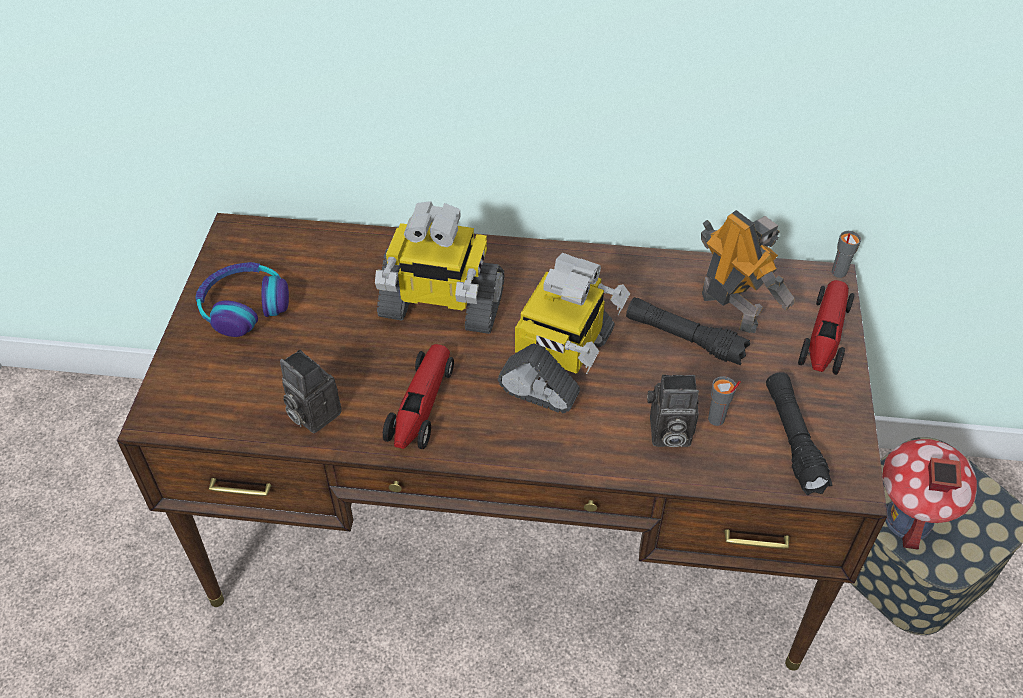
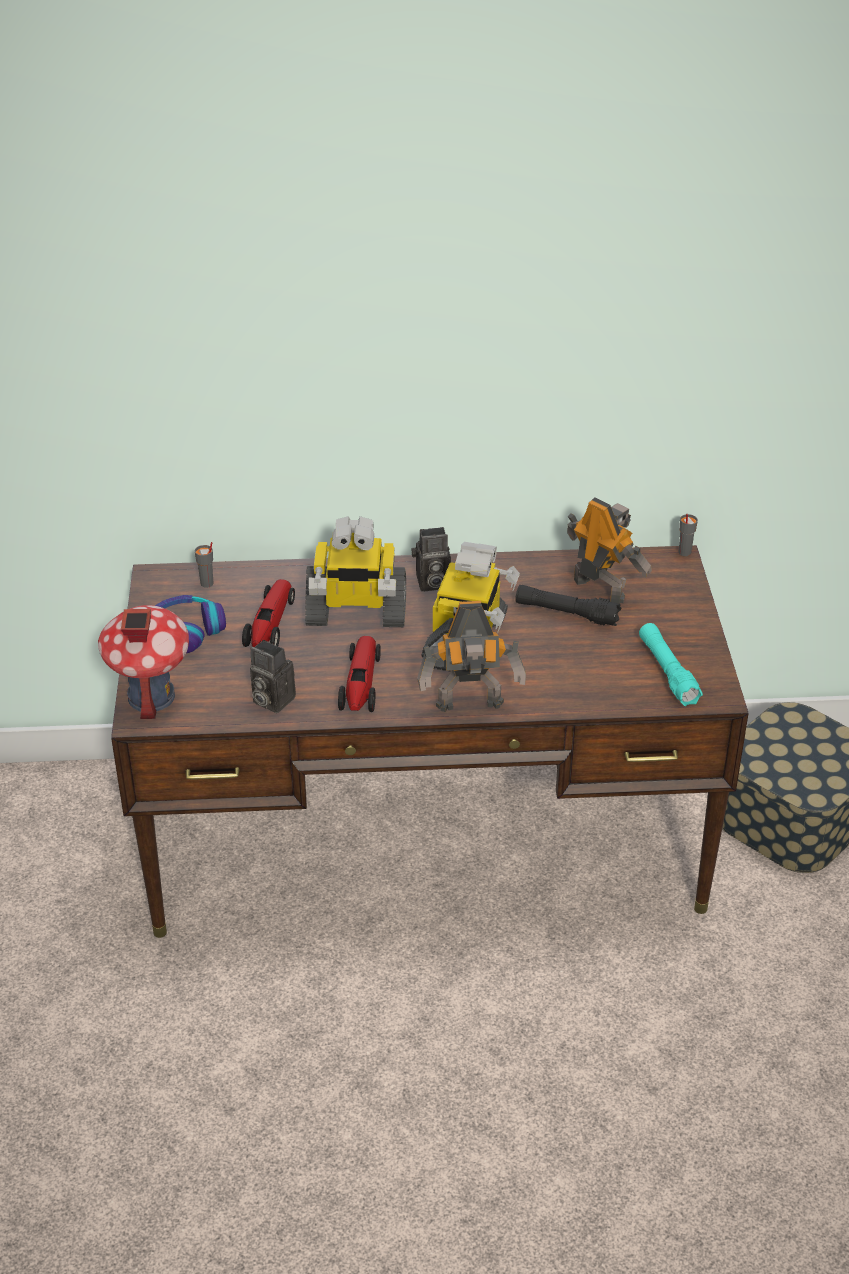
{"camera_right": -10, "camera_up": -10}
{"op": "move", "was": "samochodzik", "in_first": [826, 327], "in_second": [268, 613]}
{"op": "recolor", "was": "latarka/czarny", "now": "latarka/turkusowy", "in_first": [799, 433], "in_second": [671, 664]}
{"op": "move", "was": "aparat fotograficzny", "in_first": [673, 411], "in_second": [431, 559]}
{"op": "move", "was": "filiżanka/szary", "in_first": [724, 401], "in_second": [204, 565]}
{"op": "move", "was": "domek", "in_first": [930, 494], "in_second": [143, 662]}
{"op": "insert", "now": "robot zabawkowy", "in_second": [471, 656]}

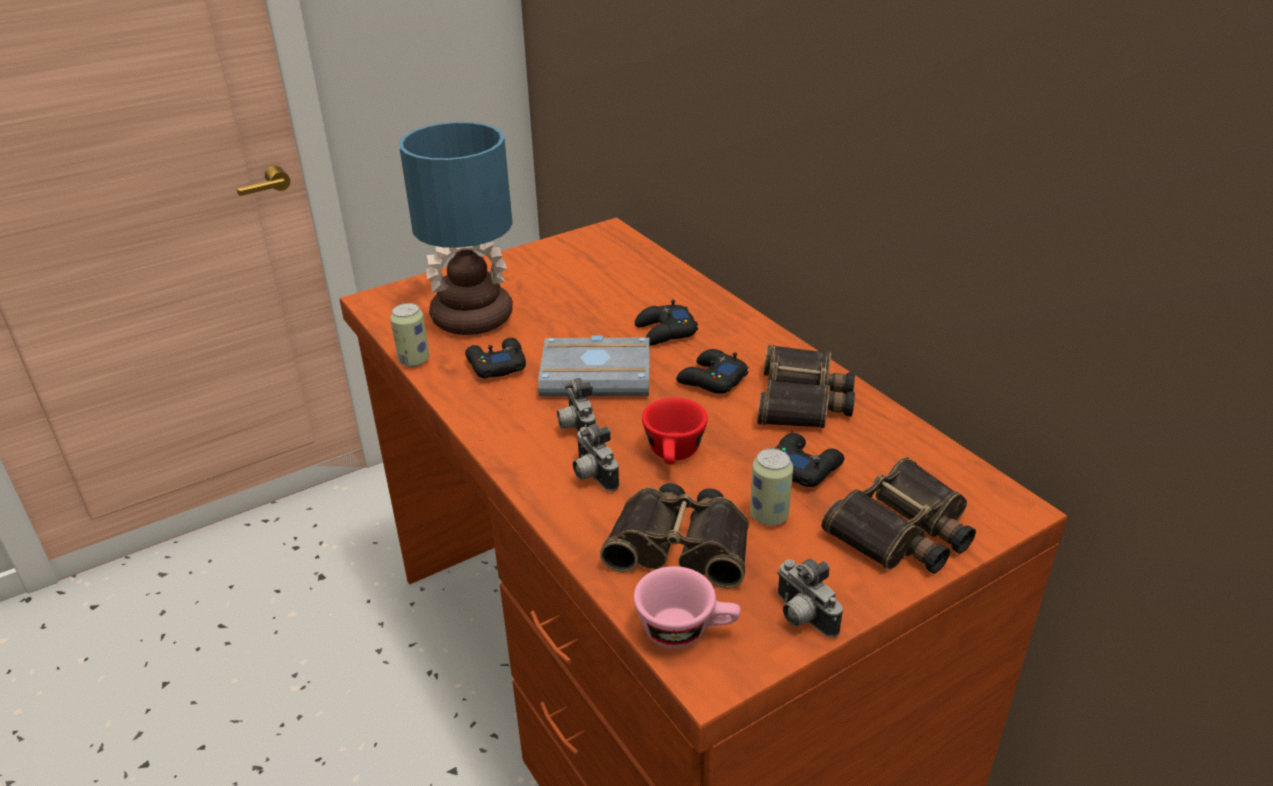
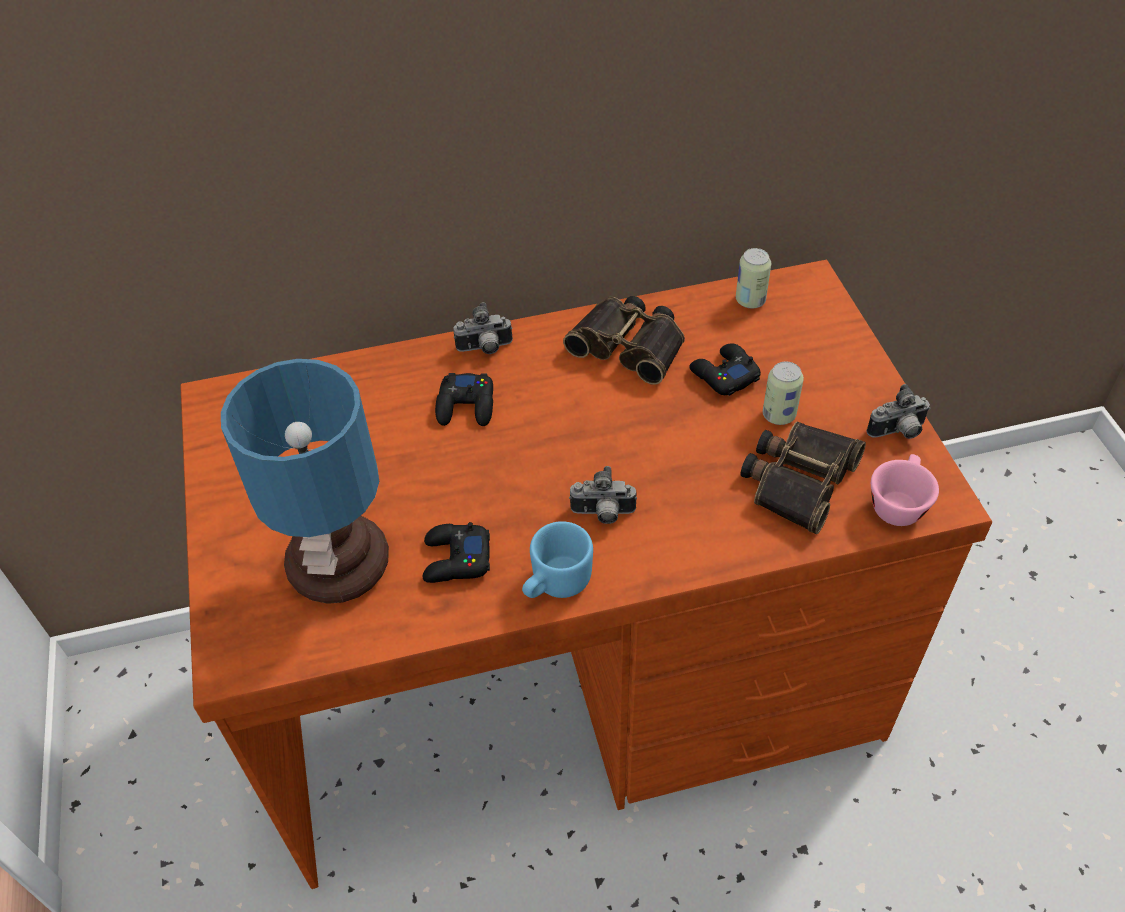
{"camera_right": -70, "camera_up": 15}
{"op": "move", "was": "puszka", "in_first": [409, 335], "in_second": [753, 278]}
{"op": "delete", "was": "książka/szary", "in_first": [594, 365]}
{"op": "delete", "was": "pad do gier/czarny", "in_first": [712, 371]}
{"op": "delete", "was": "filiżanka/czerwony", "in_first": [675, 431]}
{"op": "move", "was": "aparat fotograficzny", "in_first": [596, 457], "in_second": [483, 328]}
{"op": "delete", "was": "lornetka", "in_first": [898, 515]}
{"op": "insert", "now": "kubek/niebieski", "in_second": [557, 559]}

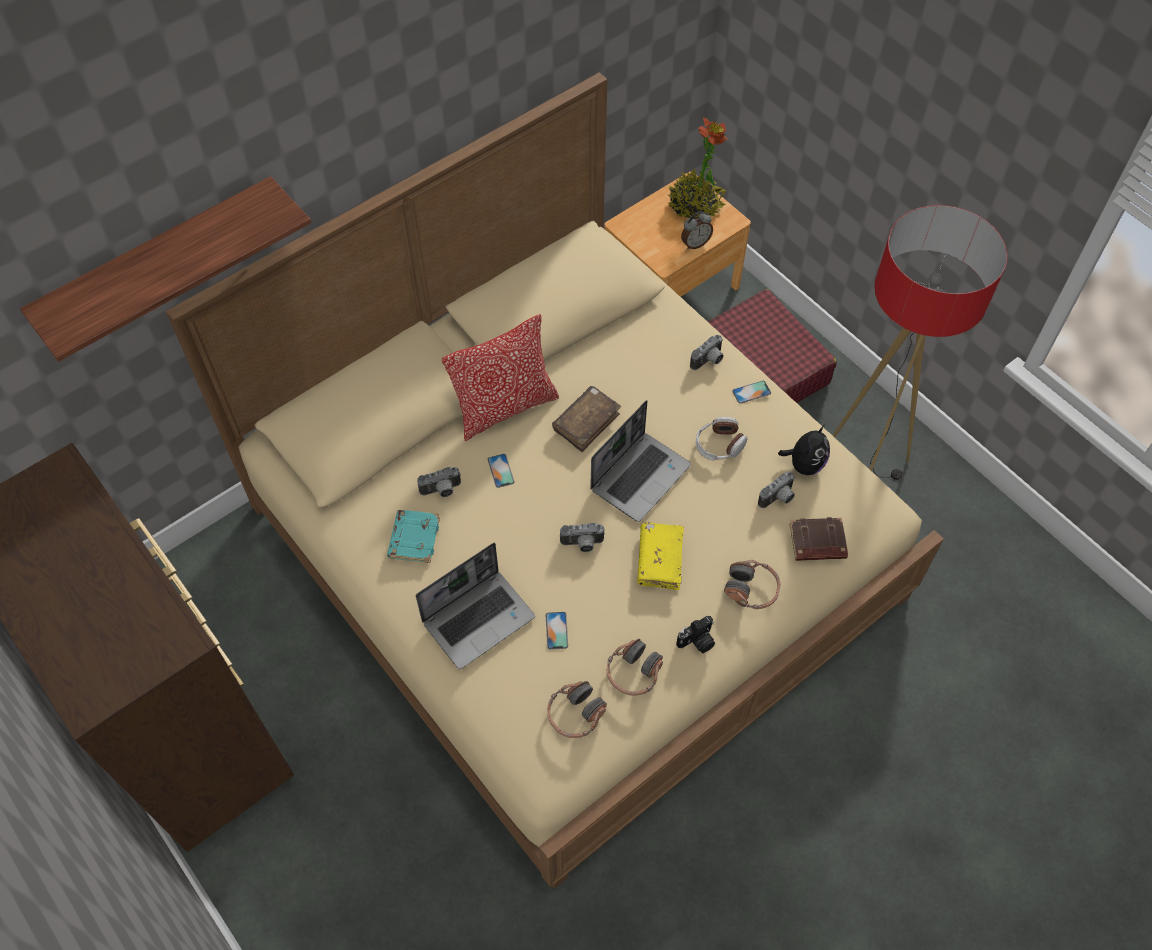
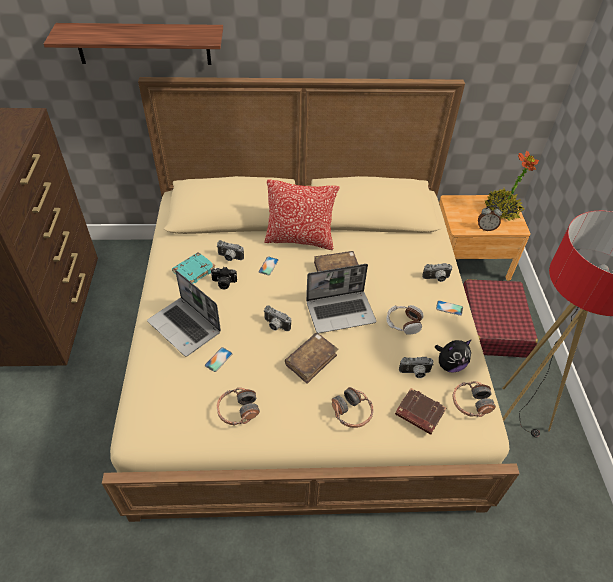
{"camera_right": 35, "camera_up": -10}
{"op": "recolor", "was": "książka/żółty", "now": "książka/brązowy", "in_first": [660, 556], "in_second": [312, 358]}
{"op": "rotate", "was": "laptop", "in_first": [475, 605], "in_second": [184, 313], "clockwise": 45}
{"op": "move", "was": "aparat fotograficzny", "in_first": [695, 634], "in_second": [224, 278]}
{"op": "move", "was": "słuchawki", "in_first": [577, 709], "in_second": [474, 399]}

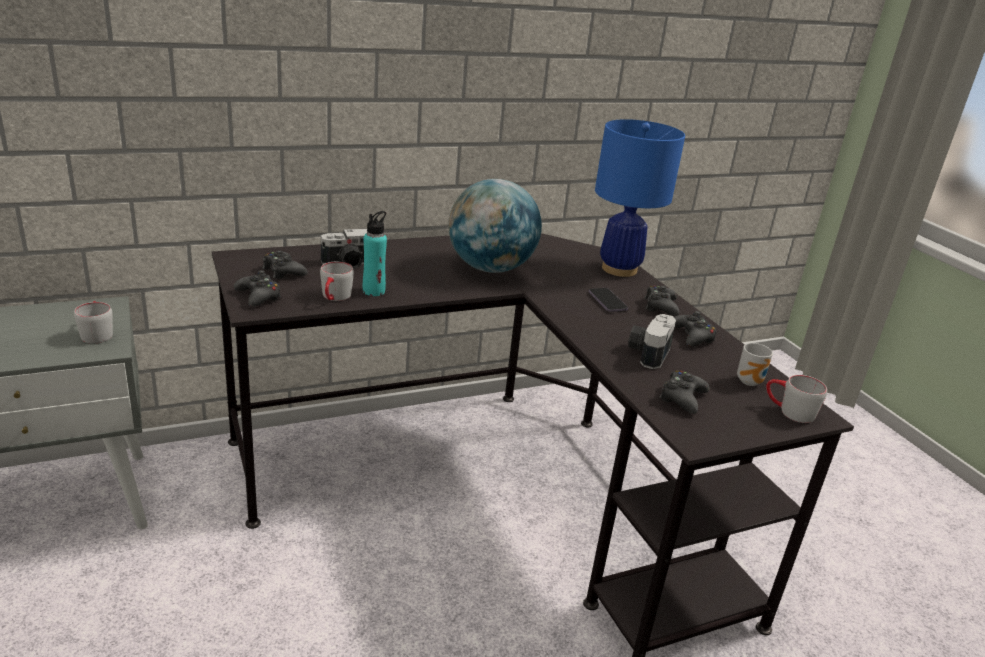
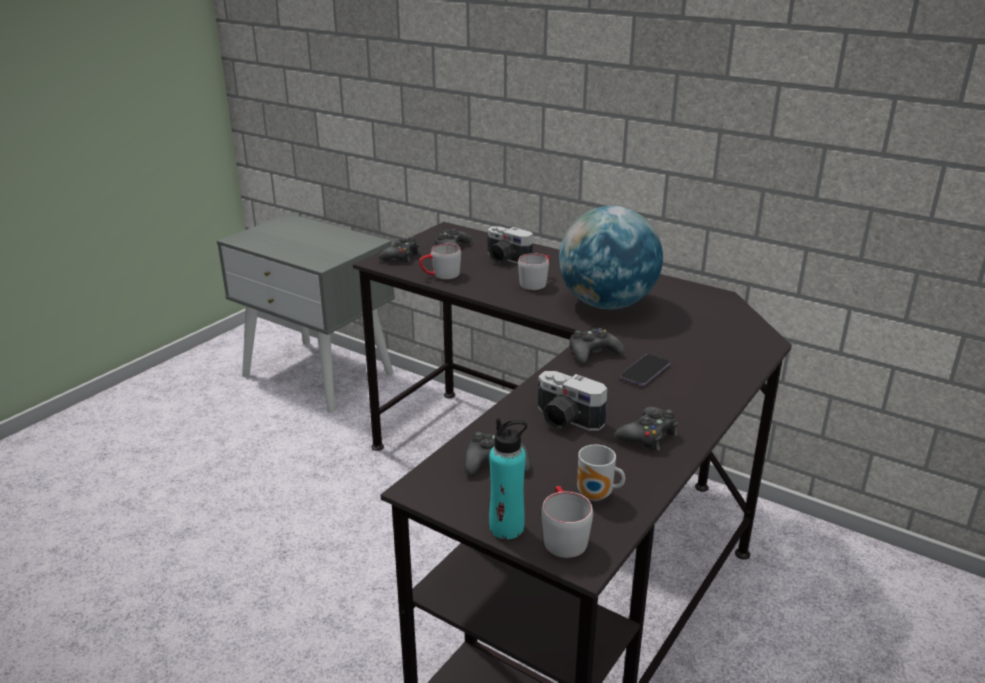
{"camera_right": 60, "camera_up": 0}
{"op": "delete", "was": "lampa stołowa/niebieski", "in_first": [640, 198]}
{"op": "move", "was": "butelka/turkusowy", "in_first": [375, 253], "in_second": [508, 478]}
{"op": "move", "was": "pad do gier/czarny", "in_first": [661, 301], "in_second": [597, 345]}
{"op": "move", "was": "kubek/szary", "in_first": [93, 322], "in_second": [534, 271]}
{"op": "rotate", "was": "aparat fotograficzny", "in_first": [652, 341], "in_second": [572, 401], "clockwise": -135}

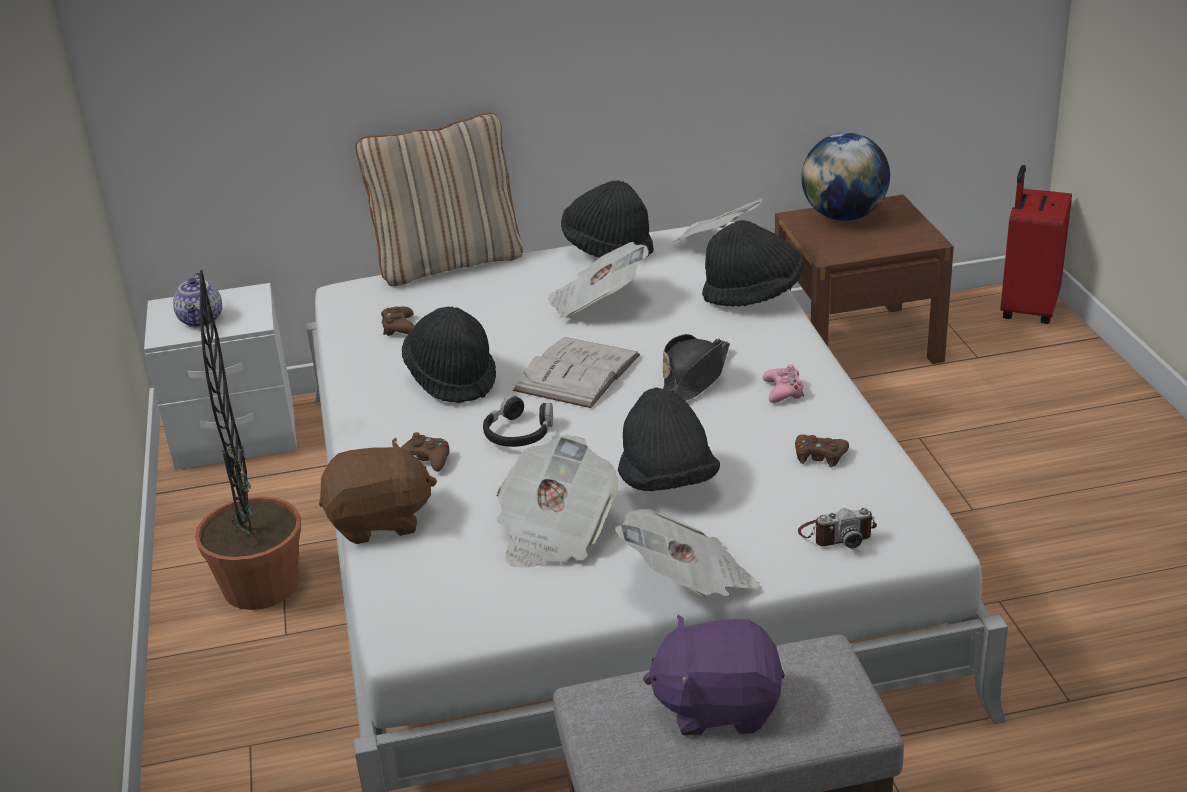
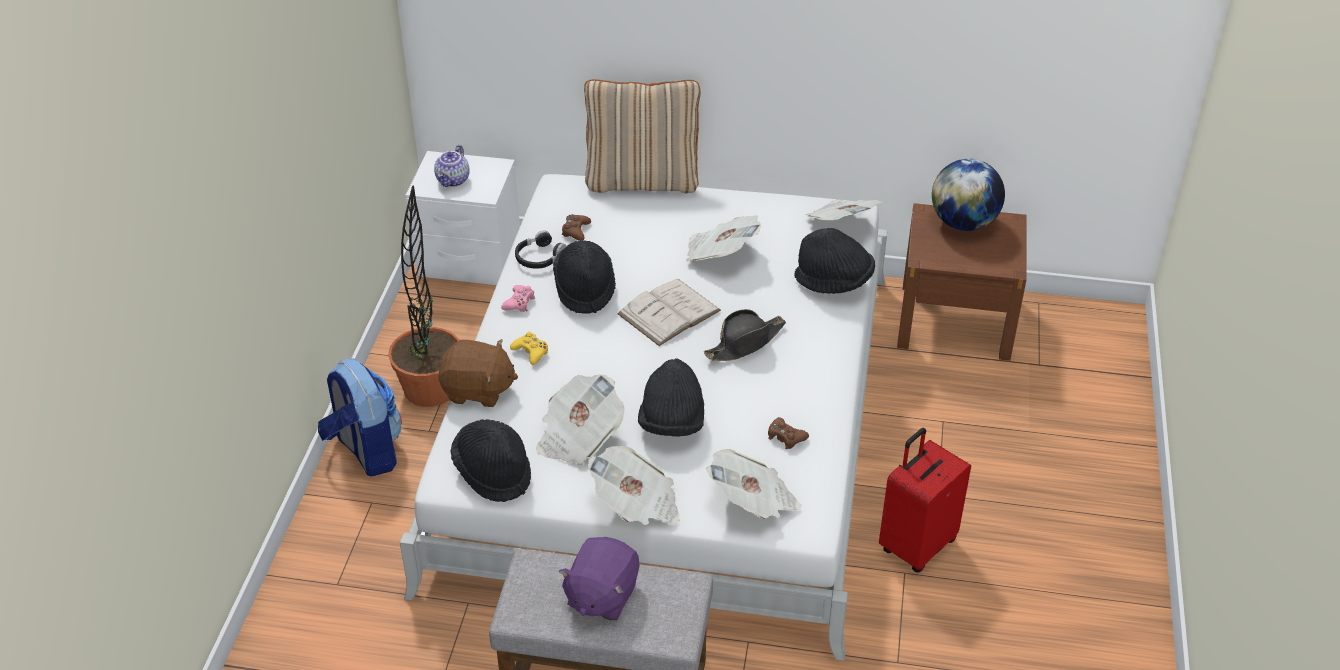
{"camera_right": 20, "camera_up": 10}
{"op": "move", "was": "walizka/czerwony", "in_first": [1036, 244], "in_second": [925, 500]}
{"op": "move", "was": "kapelusz/czarny", "in_first": [607, 219], "in_second": [491, 460]}
{"op": "move", "was": "pad do gier/różowy", "in_first": [783, 383], "in_second": [518, 298]}
{"op": "move", "was": "słuchawki/czarny", "in_first": [518, 421], "in_second": [540, 250]}
{"op": "recolor", "was": "pad do gier/brązowy", "now": "pad do gier/żółty", "in_first": [425, 452], "in_second": [529, 348]}
{"op": "replace", "was": "aparat fotograficzny", "now": "gazeta", "in_first": [837, 528], "in_second": [754, 484]}
{"op": "rotate", "was": "pluszak/fioletowy", "in_first": [714, 675], "in_second": [599, 579], "clockwise": -90}
{"op": "insert", "now": "plecak", "in_second": [360, 417]}

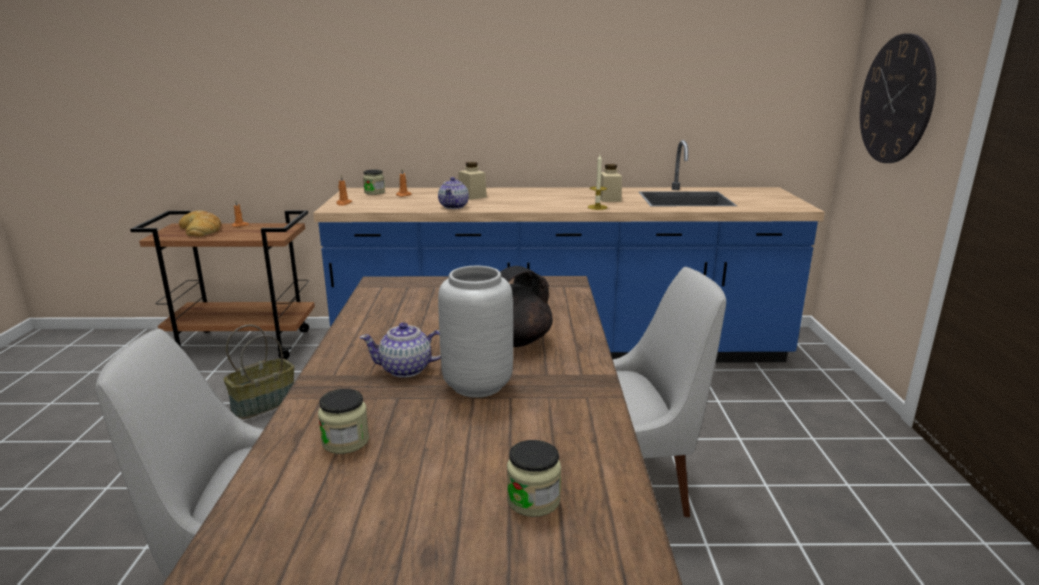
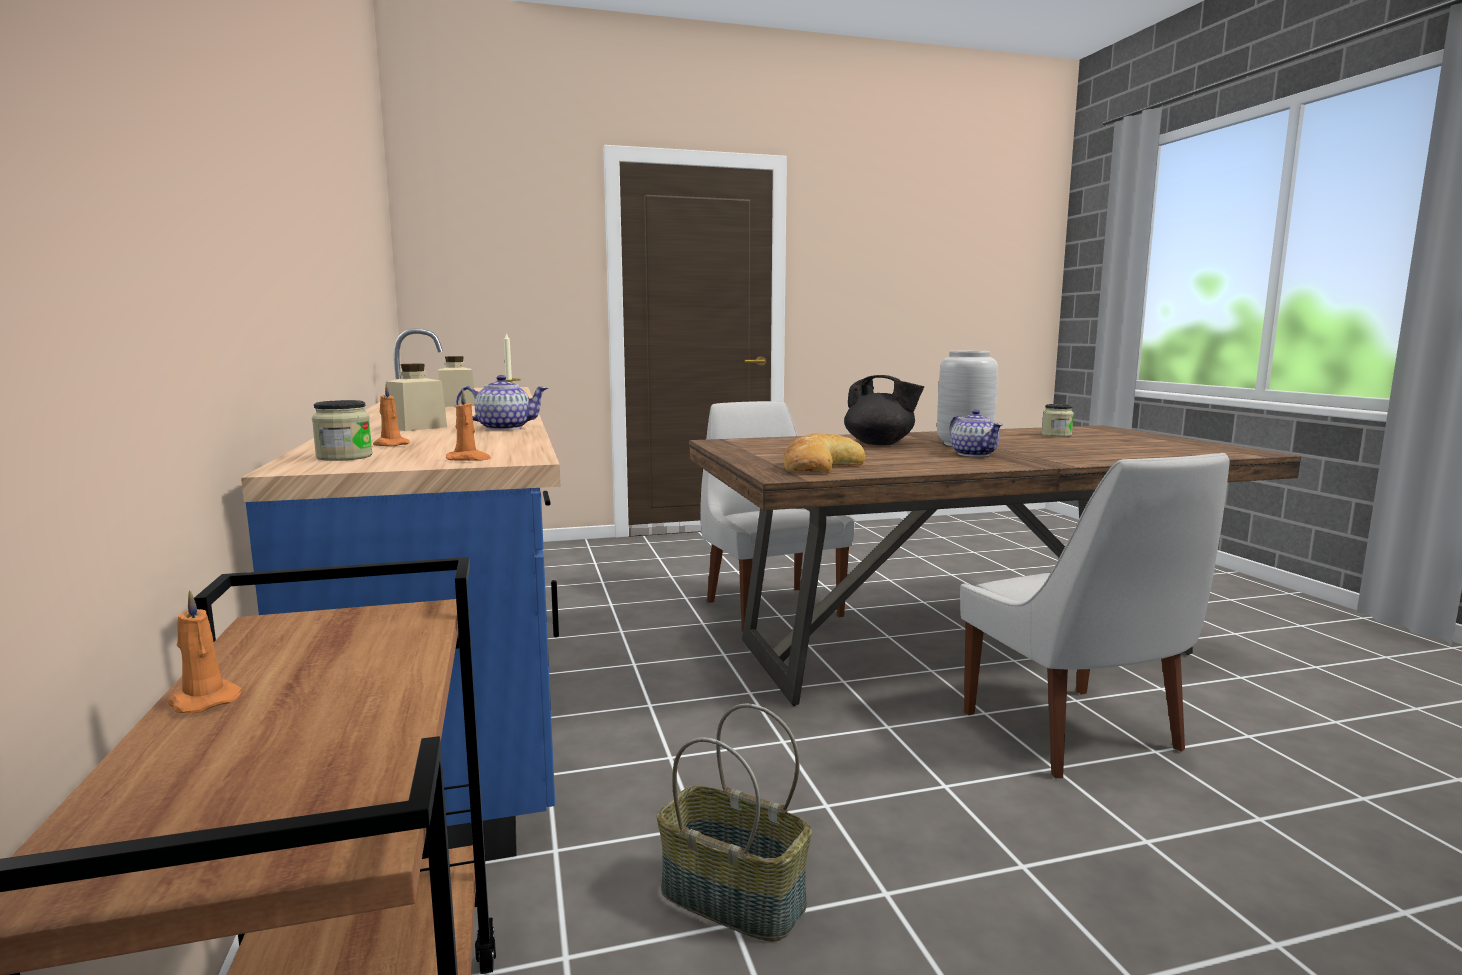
{"camera_right": -105, "camera_up": -10}
{"op": "delete", "was": "zegar ścienny", "in_first": [898, 98]}
{"op": "move", "was": "chleb", "in_first": [200, 223], "in_second": [825, 453]}
{"op": "delete", "was": "słoik", "in_first": [343, 421]}

